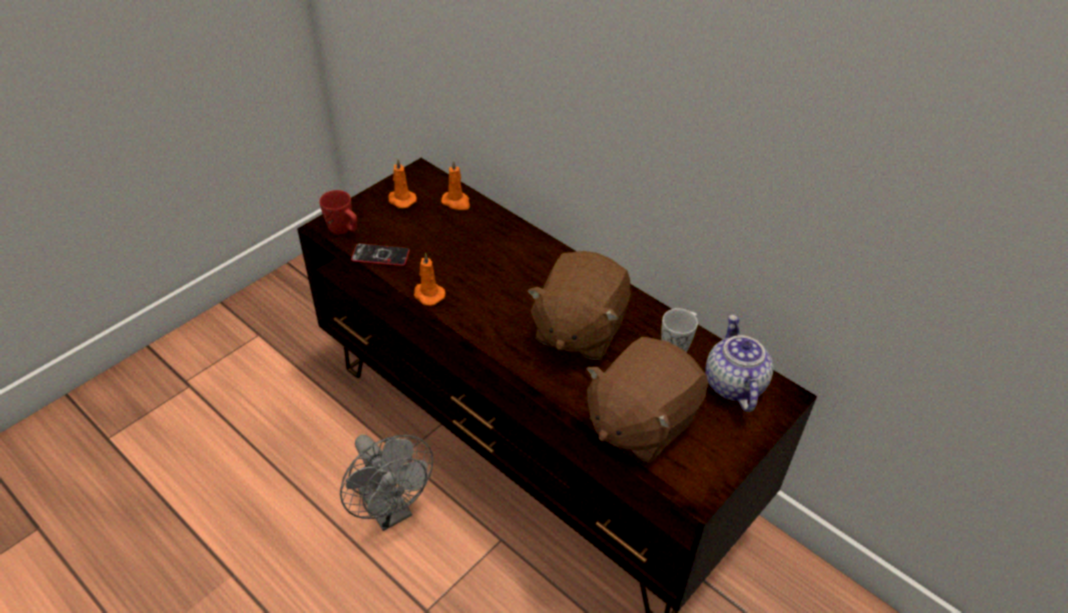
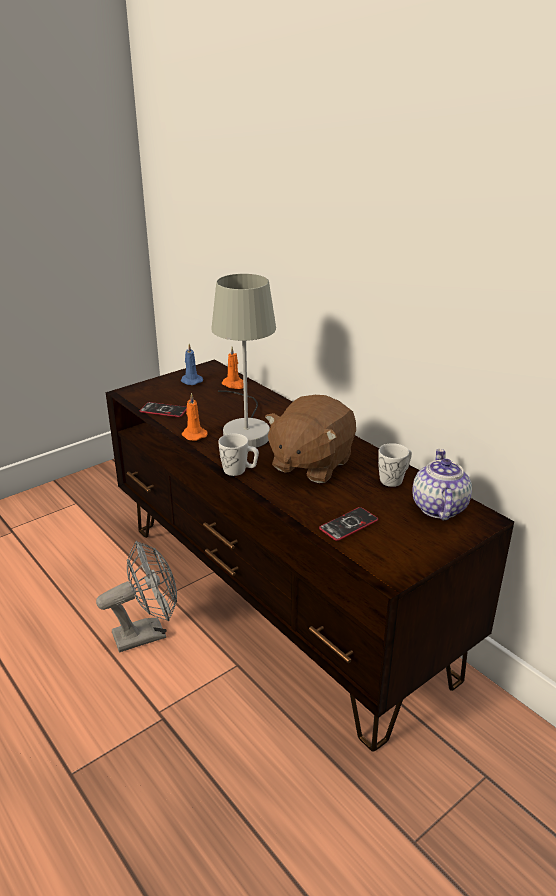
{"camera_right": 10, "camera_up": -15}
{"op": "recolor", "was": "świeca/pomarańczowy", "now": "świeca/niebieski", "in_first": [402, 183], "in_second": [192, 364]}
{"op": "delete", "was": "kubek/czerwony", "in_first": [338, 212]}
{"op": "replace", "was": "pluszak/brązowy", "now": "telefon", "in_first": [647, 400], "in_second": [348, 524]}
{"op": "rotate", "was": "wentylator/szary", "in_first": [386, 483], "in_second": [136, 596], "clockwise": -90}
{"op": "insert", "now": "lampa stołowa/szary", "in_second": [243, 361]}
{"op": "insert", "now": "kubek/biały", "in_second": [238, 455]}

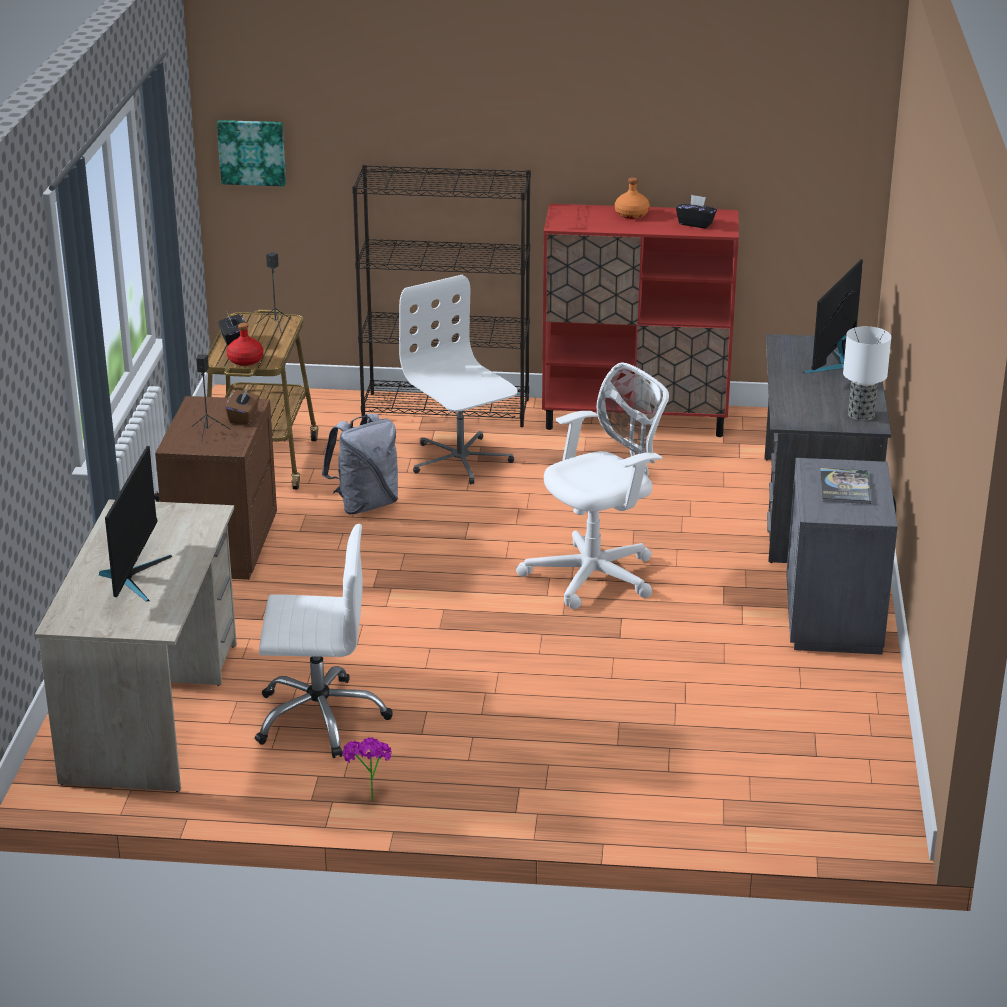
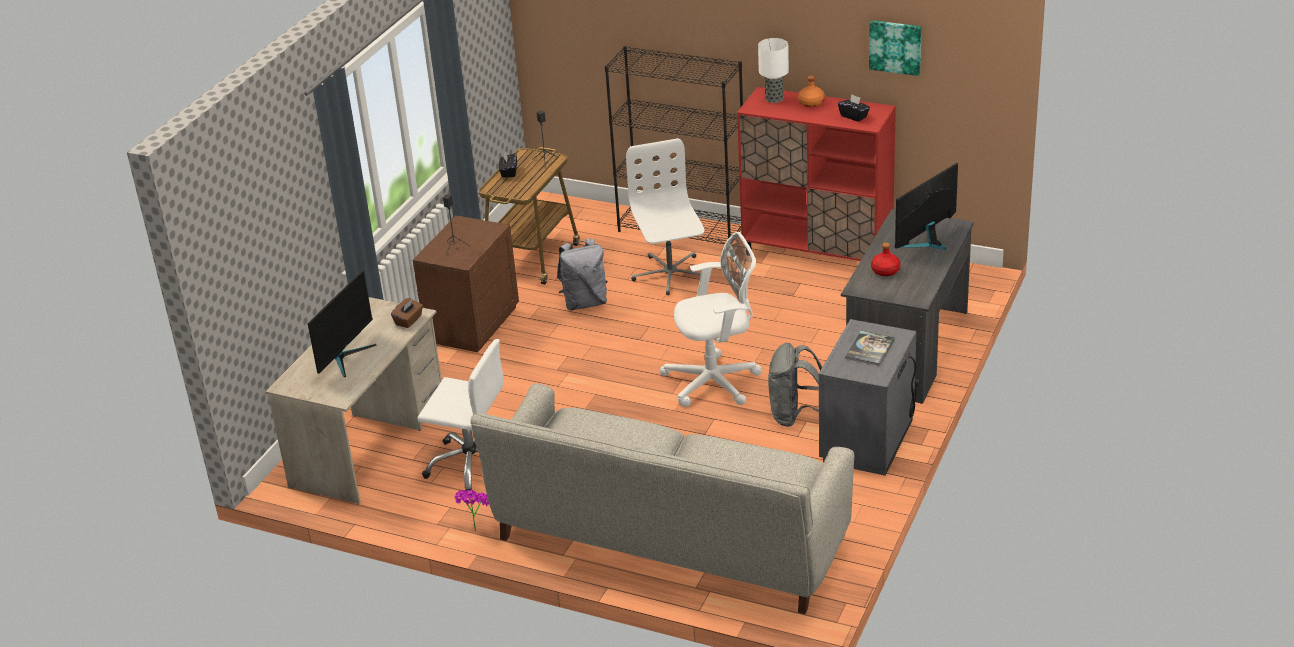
{"camera_right": 20, "camera_up": 5}
{"op": "move", "was": "obraz", "in_first": [251, 153], "in_second": [895, 48]}
{"op": "move", "was": "butelka/czerwony", "in_first": [245, 344], "in_second": [886, 259]}
{"op": "move", "was": "lampa stołowa", "in_first": [867, 373], "in_second": [773, 70]}
{"op": "move", "was": "pudełko chusteczek/brązowy", "in_first": [242, 406], "in_second": [407, 313]}
{"op": "insert", "now": "plecak/szary", "in_second": [795, 385]}
{"op": "insert", "now": "kanapa/szary", "in_second": [662, 499]}

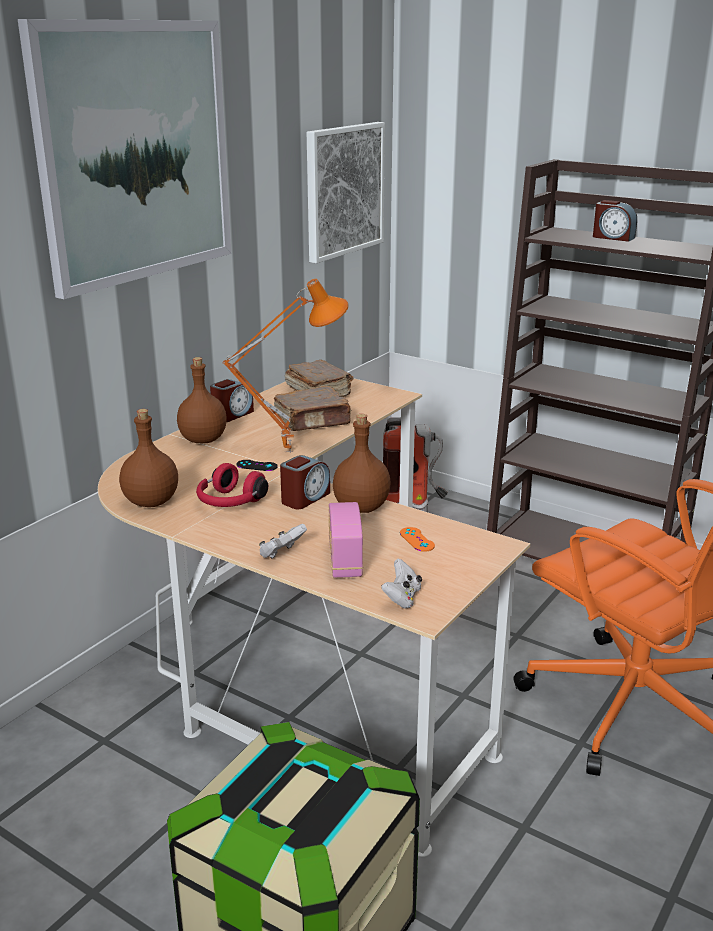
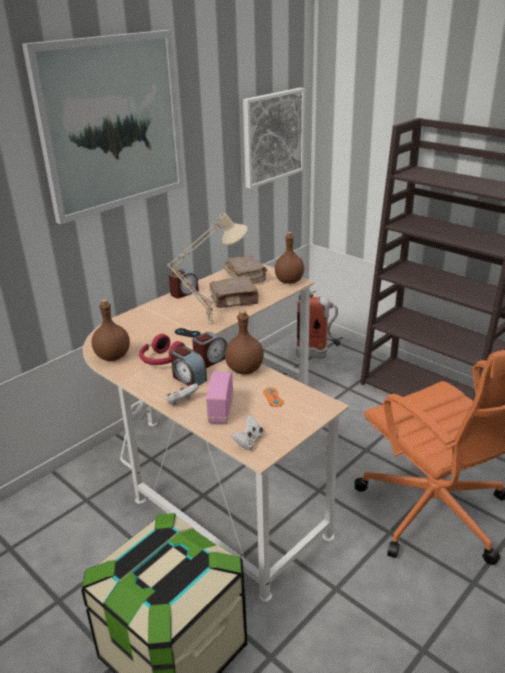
{"camera_right": 10, "camera_up": 5}
{"op": "move", "was": "budzik", "in_first": [615, 221], "in_second": [189, 366]}
{"op": "recolor", "was": "lampa stołowa/pomarańczowy", "now": "lampa stołowa/beżowy", "in_first": [286, 366], "in_second": [207, 268]}
{"op": "move", "was": "butelka/brązowy", "in_first": [202, 400], "in_second": [289, 258]}

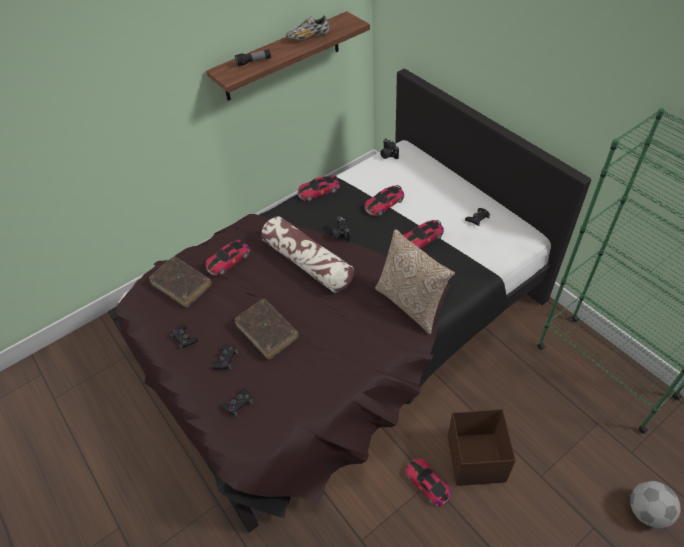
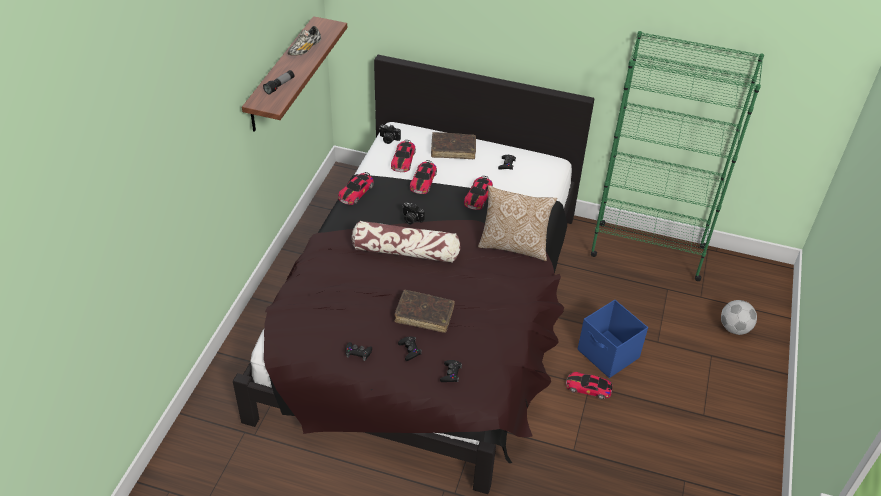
{"camera_right": -40, "camera_up": -5}
{"op": "move", "was": "samochodzik", "in_first": [228, 257], "in_second": [403, 156]}
{"op": "move", "was": "książka/brązowy", "in_first": [180, 282], "in_second": [453, 145]}
{"op": "recolor", "was": "pojemnik do przechowywania/brązowy", "now": "pojemnik do przechowywania/niebieski", "in_first": [482, 447], "in_second": [613, 339]}

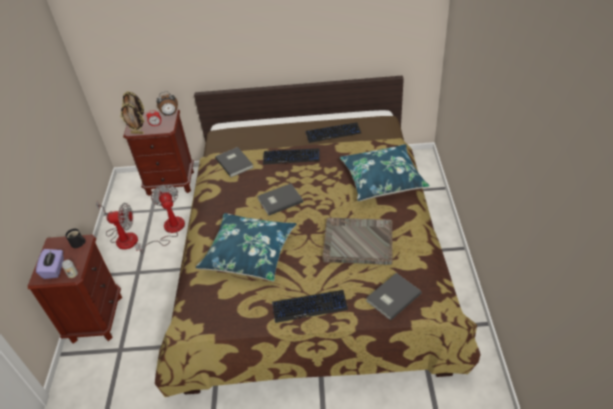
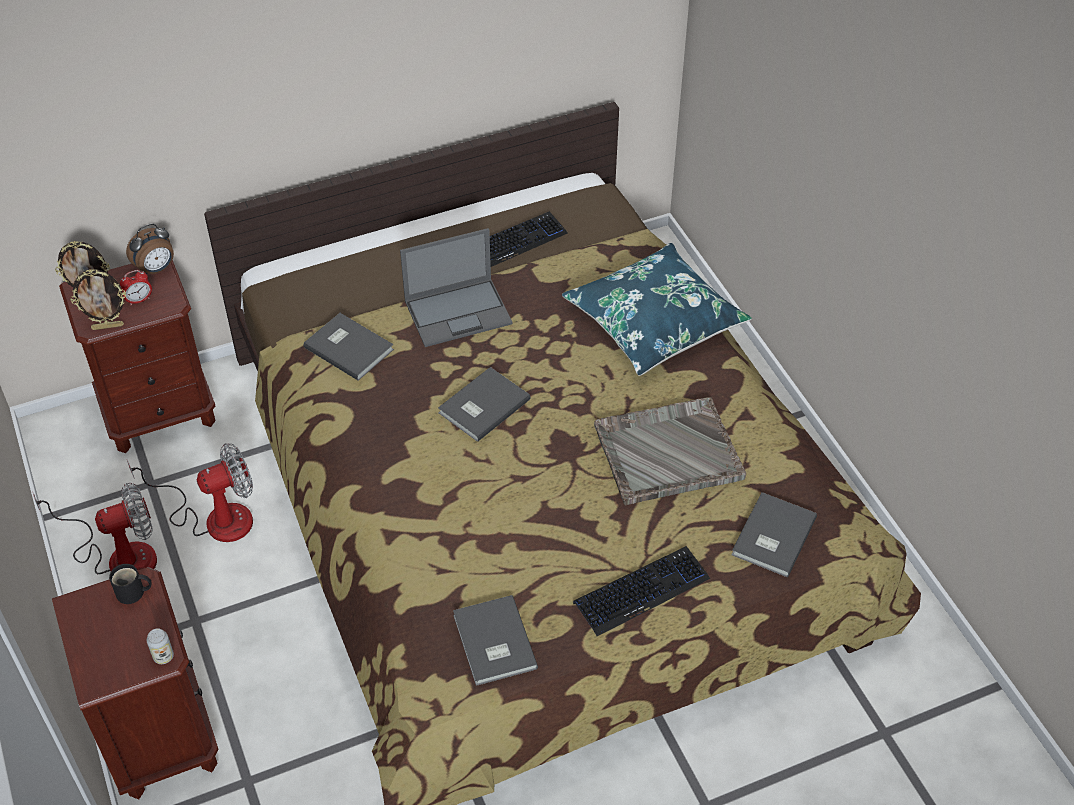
{"camera_right": -25, "camera_up": 5}
{"op": "replace", "was": "klawiatura", "now": "laptop", "in_first": [291, 156], "in_second": [456, 287]}
{"op": "rotate", "was": "wentylator", "in_first": [159, 219], "in_second": [190, 492], "clockwise": 105}
{"op": "delete", "was": "poduszka/niebieski", "in_first": [245, 247]}
{"op": "delete", "was": "pudełko chusteczek/fioletowy", "in_first": [50, 264]}
{"op": "insert", "now": "książka/szary", "in_second": [495, 640]}

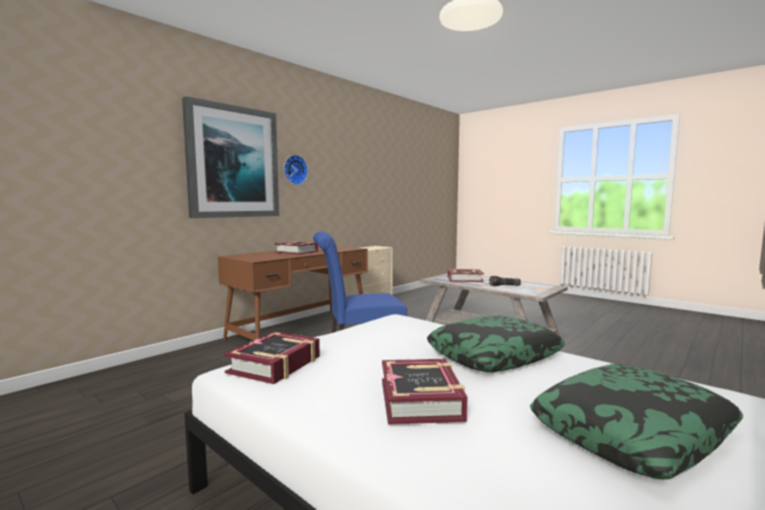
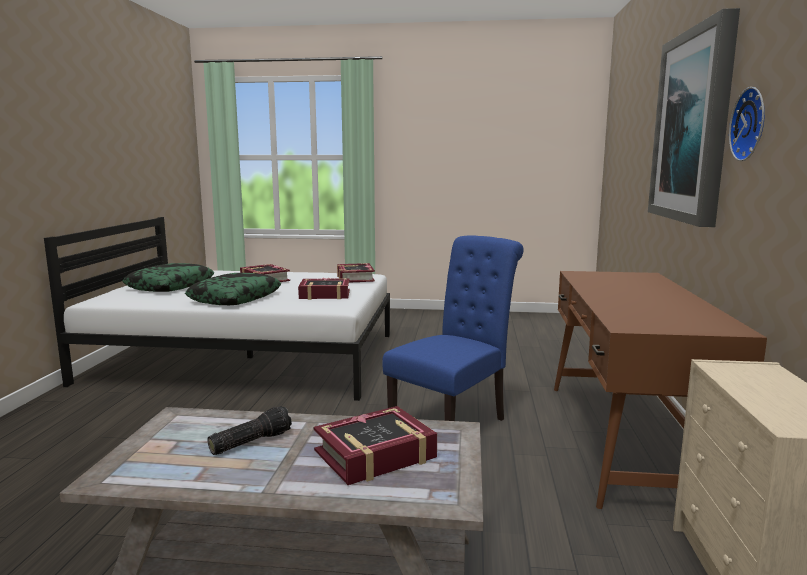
{"camera_right": 145, "camera_up": 5}
{"op": "move", "was": "książka", "in_first": [296, 248], "in_second": [324, 289]}

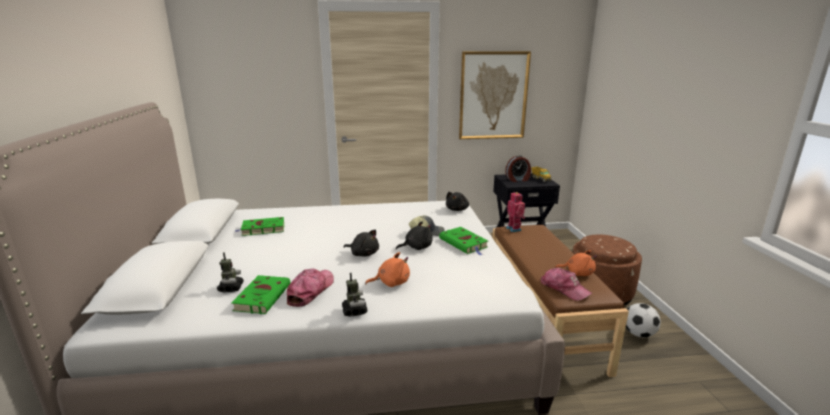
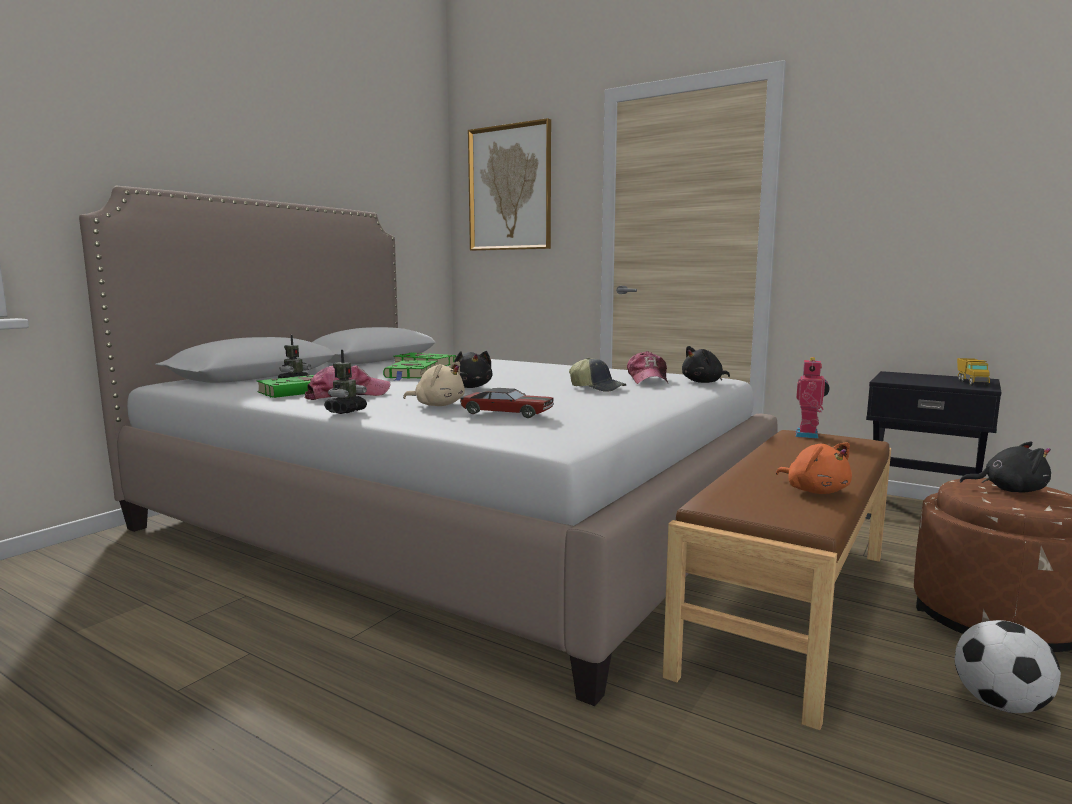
{"camera_right": 40, "camera_up": -10}
{"op": "move", "was": "obraz", "in_first": [495, 95], "in_second": [509, 184]}
{"op": "delete", "was": "budzik", "in_first": [518, 169]}
{"op": "move", "was": "pluszak/czarny", "in_first": [414, 235], "in_second": [1005, 467]}
{"op": "move", "was": "książka/zielony", "in_first": [463, 241], "in_second": [410, 370]}
{"op": "recolor", "was": "pluszak/pomarańczowy", "now": "pluszak/beżowy", "in_first": [387, 269], "in_second": [434, 384]}
{"op": "move", "was": "czapka z daszkiem", "in_first": [566, 284], "in_second": [647, 367]}
{"op": "insert", "now": "samochodzik", "in_second": [507, 403]}

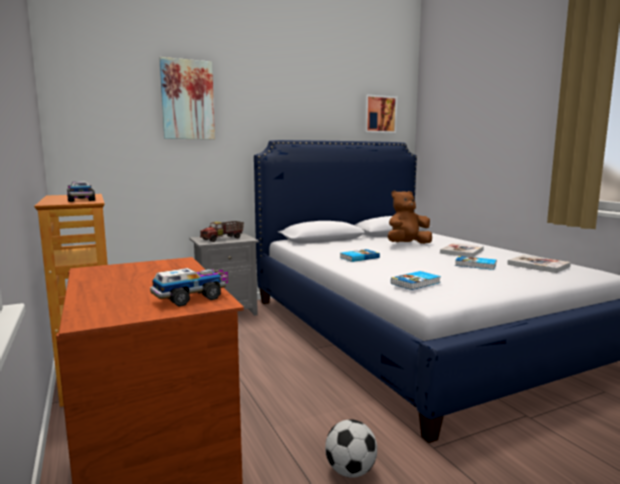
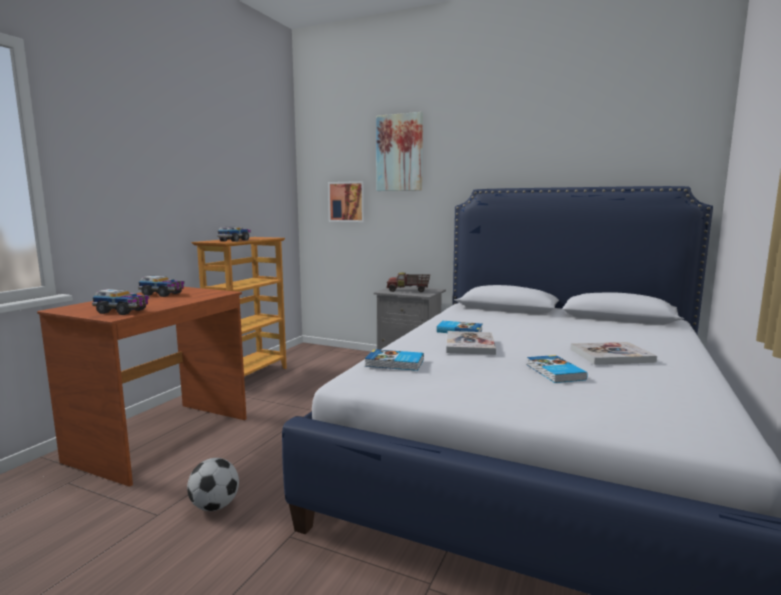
{"camera_right": 50, "camera_up": 0}
{"op": "move", "was": "obraz", "in_first": [380, 114], "in_second": [347, 201]}
{"op": "delete", "was": "pluszak/brązowy", "in_first": [409, 217]}
{"op": "move", "was": "książka", "in_first": [539, 264], "in_second": [471, 343]}
{"op": "insert", "now": "ciężarówka zabawkowa", "in_second": [161, 286]}

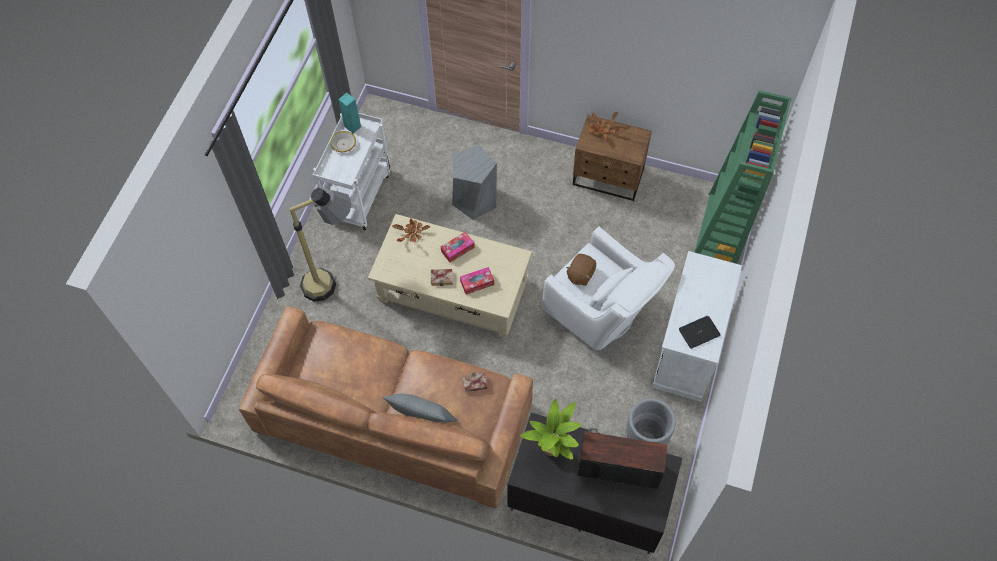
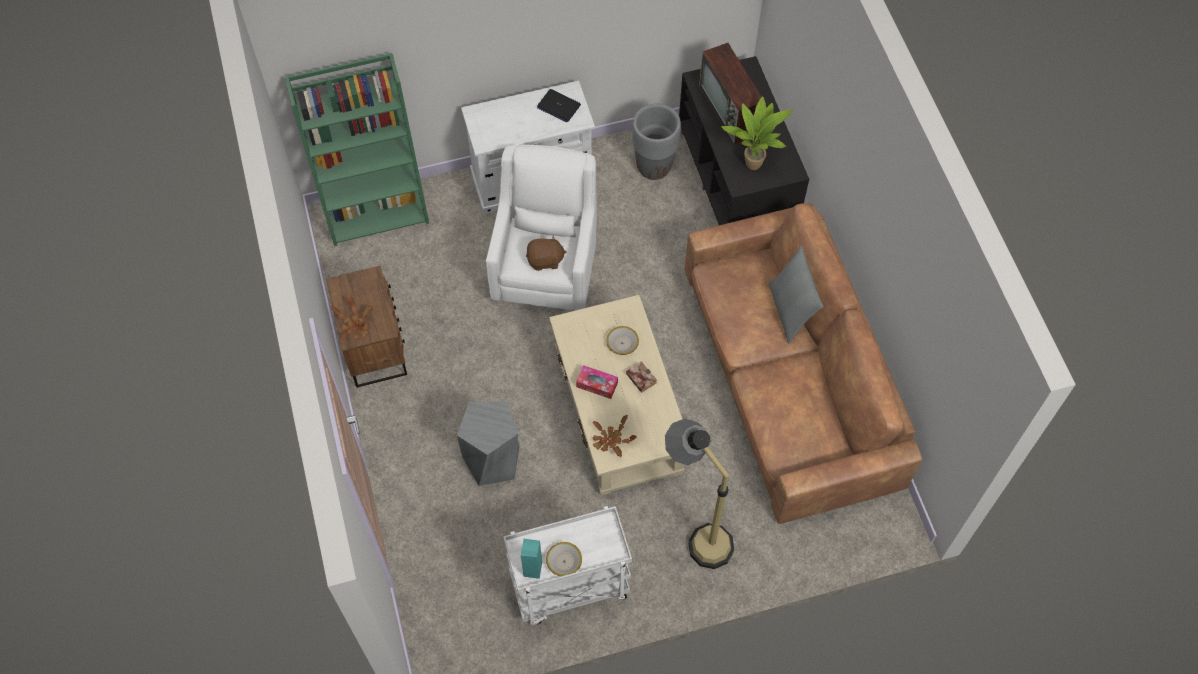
{"camera_right": -125, "camera_up": 0}
{"op": "replace", "was": "pudełko chusteczek", "now": "miska", "in_first": [477, 281], "in_second": [622, 340]}
{"op": "delete", "was": "książka", "in_first": [474, 382]}

